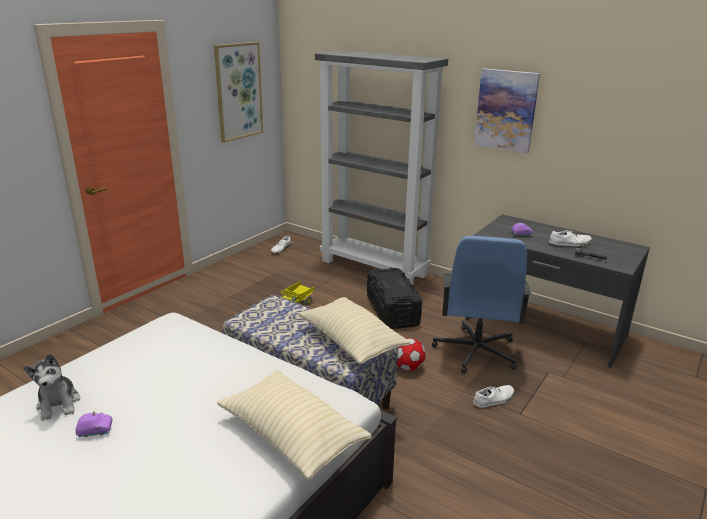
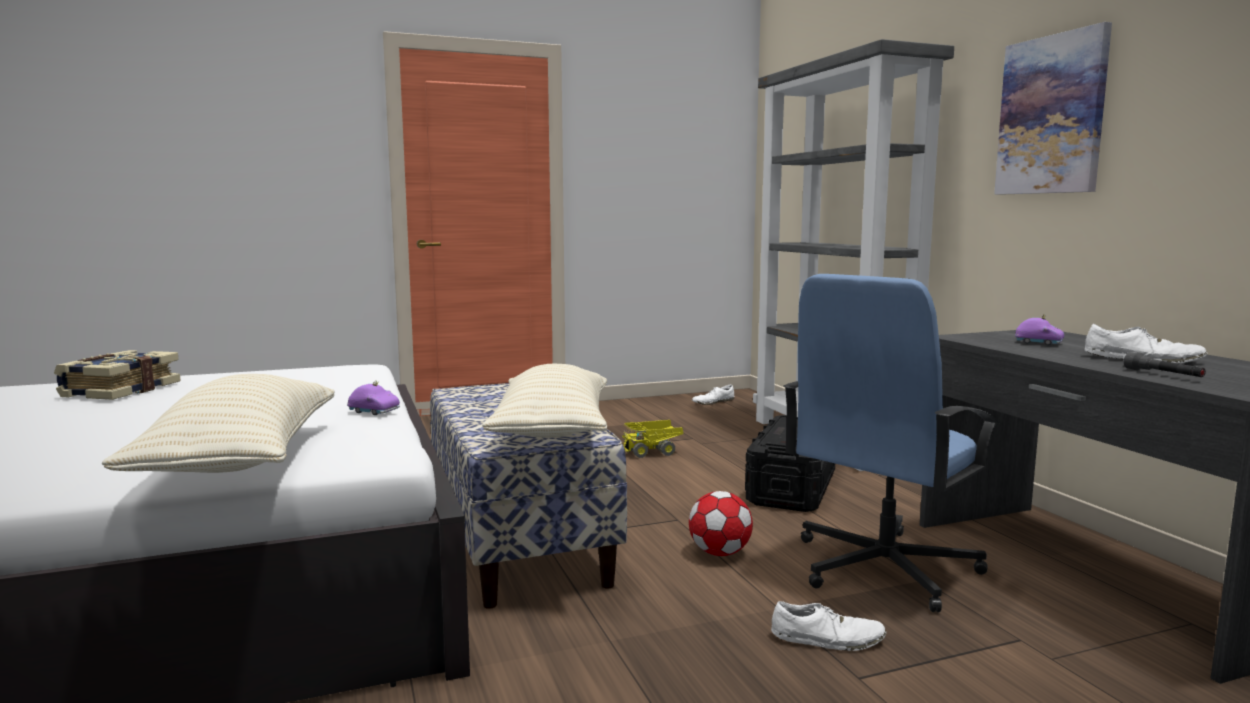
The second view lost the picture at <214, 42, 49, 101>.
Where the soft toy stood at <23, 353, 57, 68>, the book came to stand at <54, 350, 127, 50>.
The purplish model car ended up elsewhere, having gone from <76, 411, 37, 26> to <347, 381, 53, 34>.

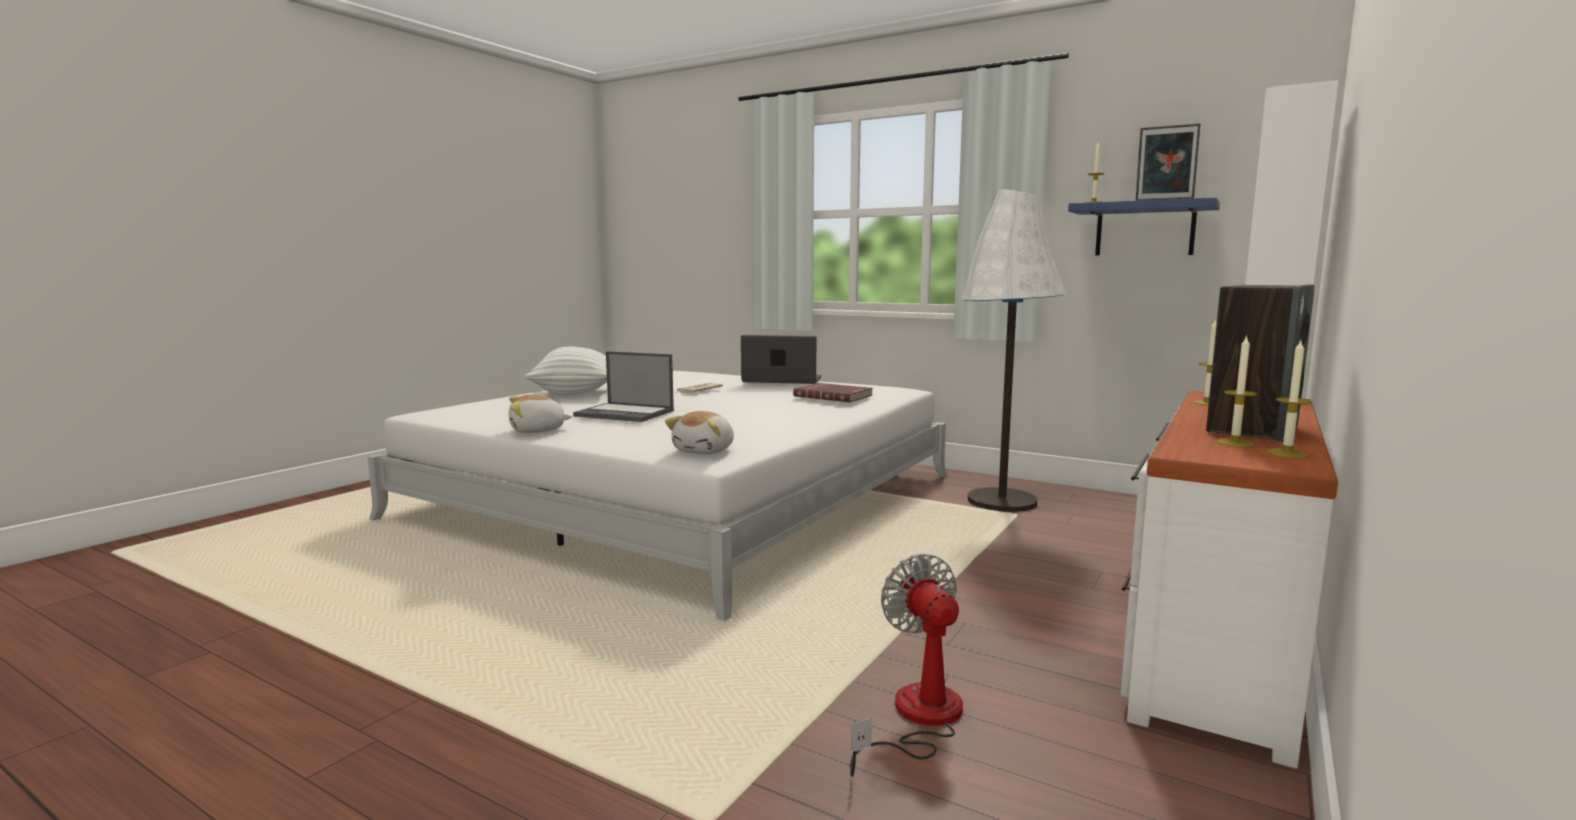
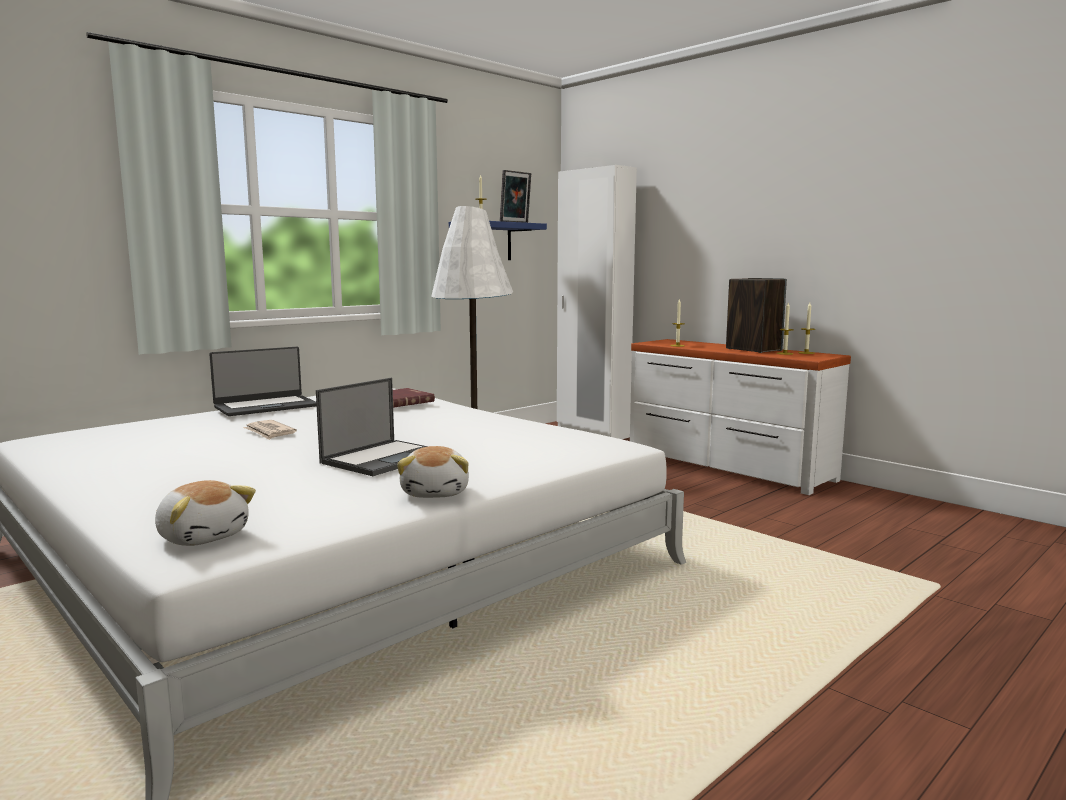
The laptop at <741, 335, 80, 49> ended up facing another way, 150 degrees counterclockwise from before.
The second view lost the cushion at <524, 347, 83, 49>.
The soft toy ended up elsewhere, having gone from <665, 411, 69, 43> to <155, 480, 101, 66>.
The second view lost the electric fan at <850, 553, 113, 224>.

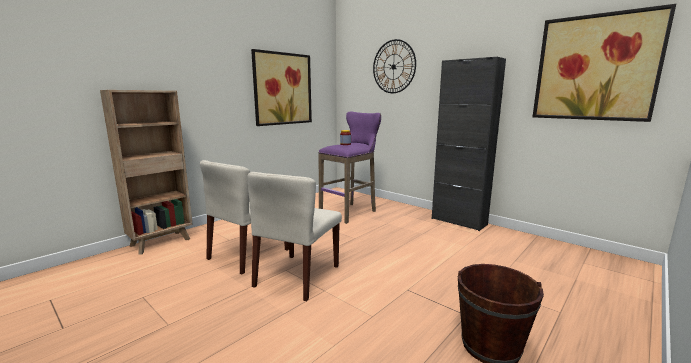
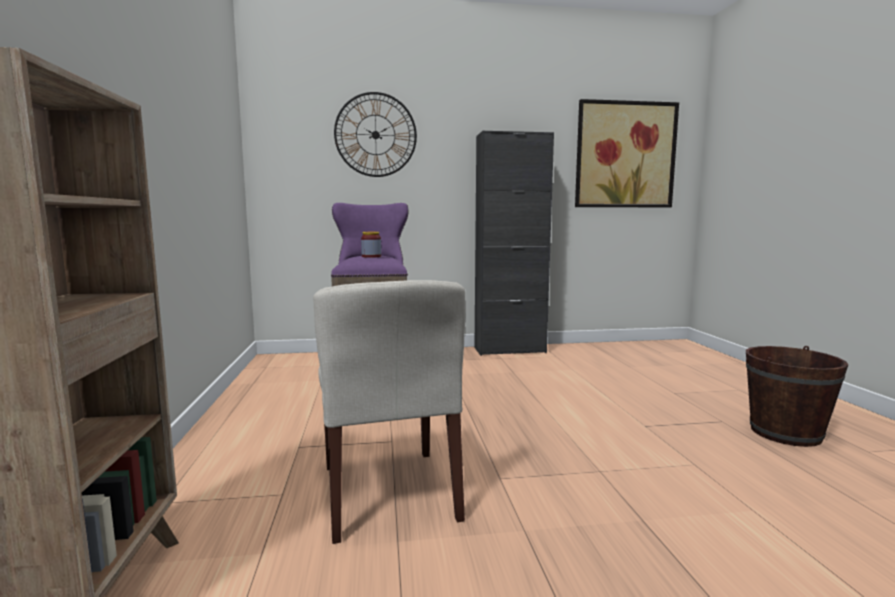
The second view lost the picture at <251, 49, 61, 77>.
The second view lost the sand-coloured chair at <247, 172, 95, 129>.

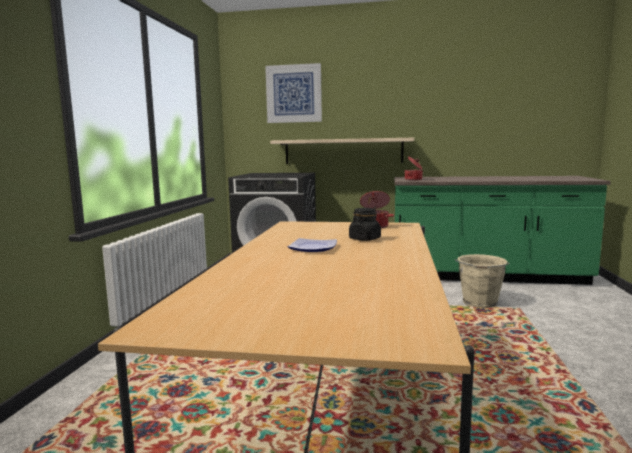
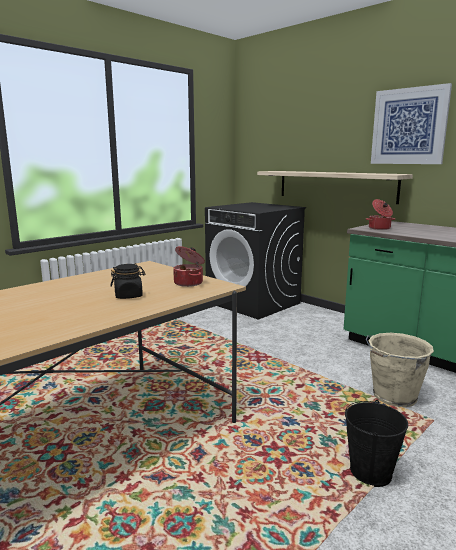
The picture ended up elsewhere, having gone from <265, 63, 57, 60> to <371, 83, 81, 81>.
The second view lost the plate at <288, 238, 49, 14>.
The second view gained the black-coloured water bucket at <345, 400, 63, 87>.

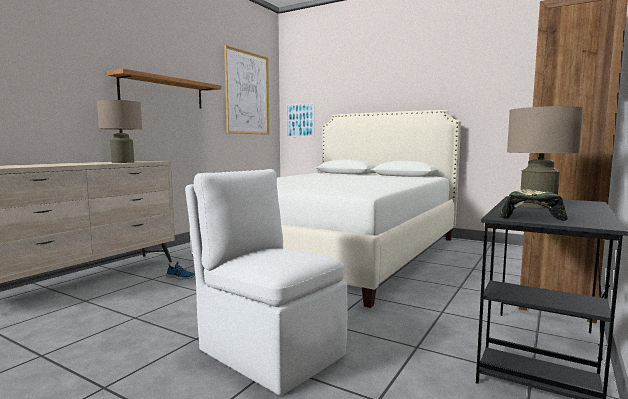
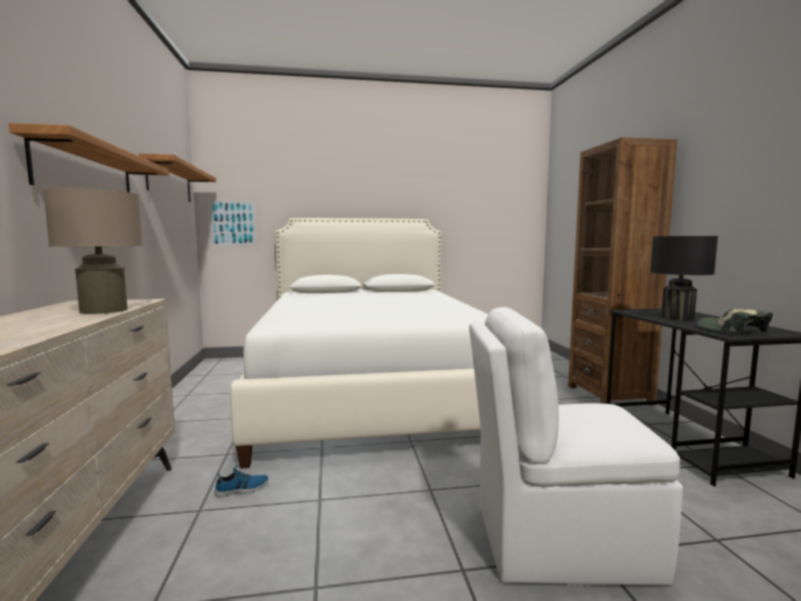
Where the picture hung at <224, 45, 45, 90>, the shelf came to hang at <139, 154, 77, 48>.
What was the sand-coloured tabletop lamp at <507, 106, 76, 102> turned into the black-coloured tabletop lamp at <650, 236, 68, 85>.

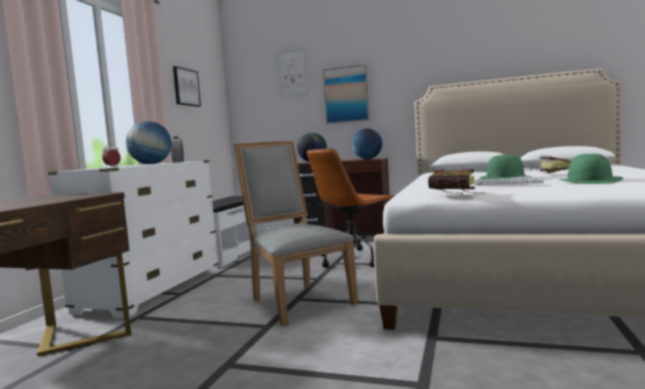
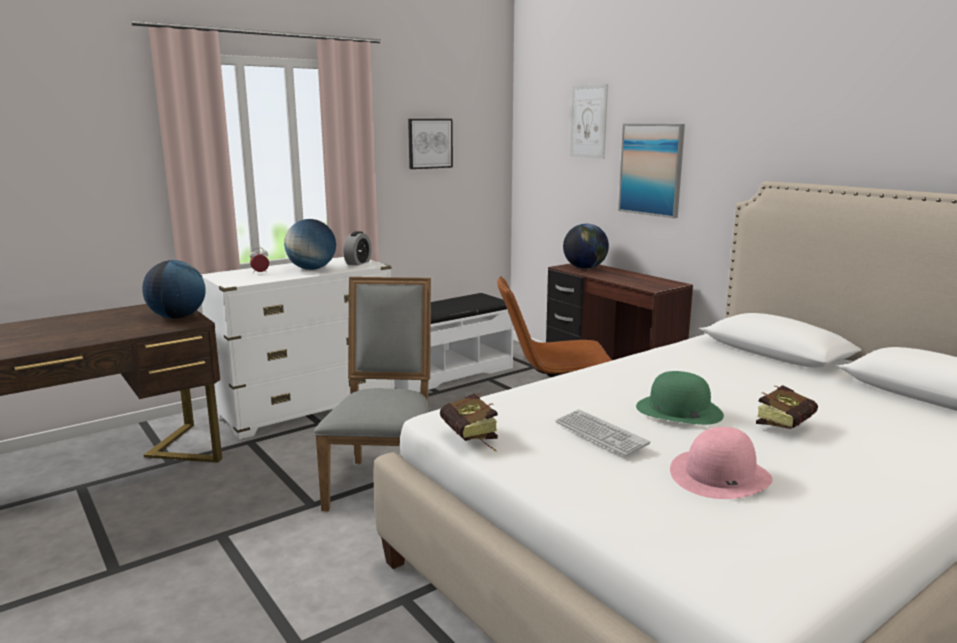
The globe ended up elsewhere, having gone from <352, 128, 30, 31> to <142, 260, 64, 59>.
What was the green clothing hat at <559, 154, 64, 30> turned into the pink-coloured clothing hat at <670, 427, 103, 72>.

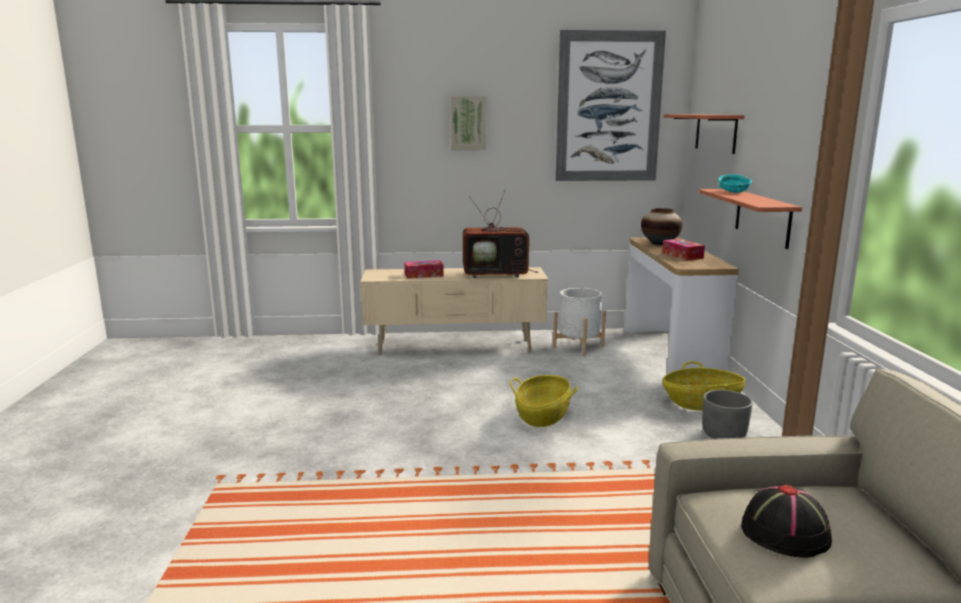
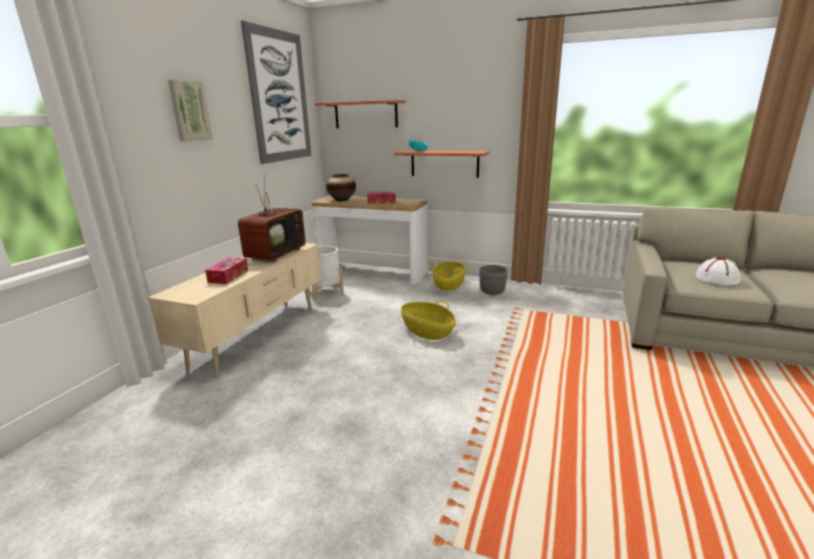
What was the black-coloured clothing hat at <741, 484, 91, 74> turned into the white-coloured clothing hat at <696, 257, 45, 28>.

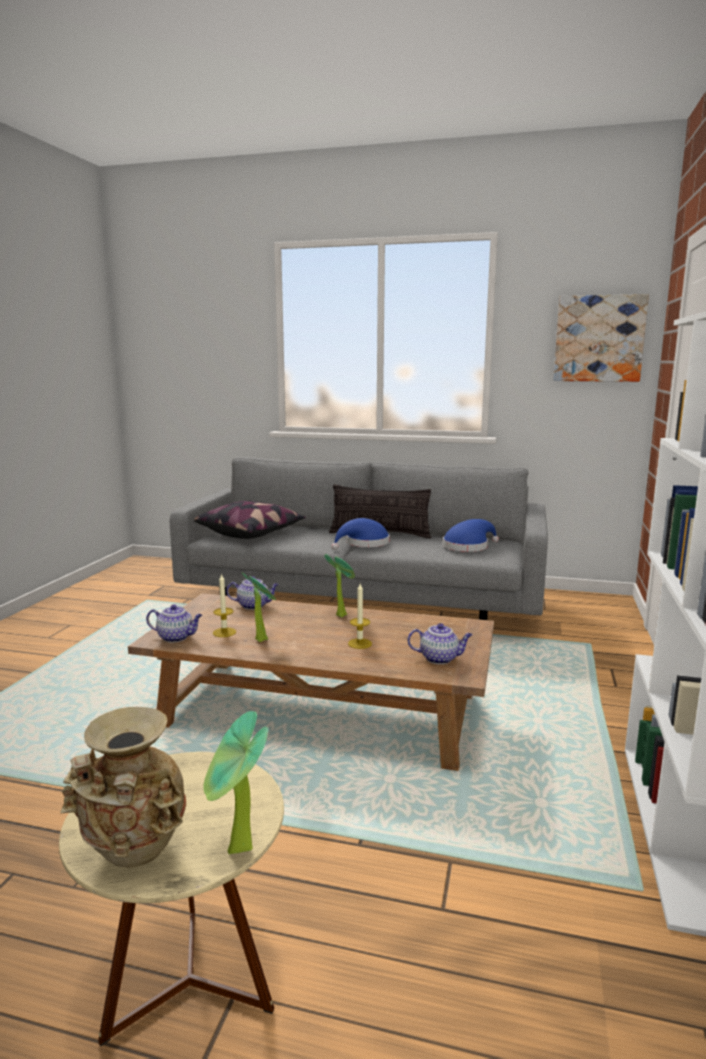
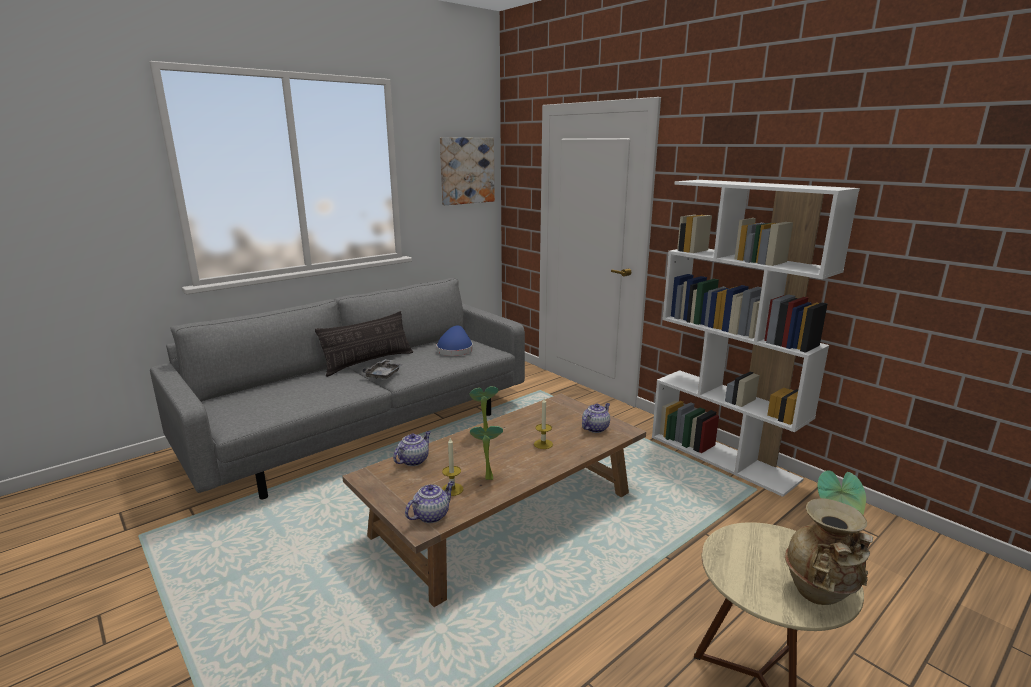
The second view lost the cushion at <194, 501, 112, 38>.
Where the bluish clothing hat stood at <332, 518, 57, 31>, the greyish carrying tray came to stand at <362, 359, 40, 20>.

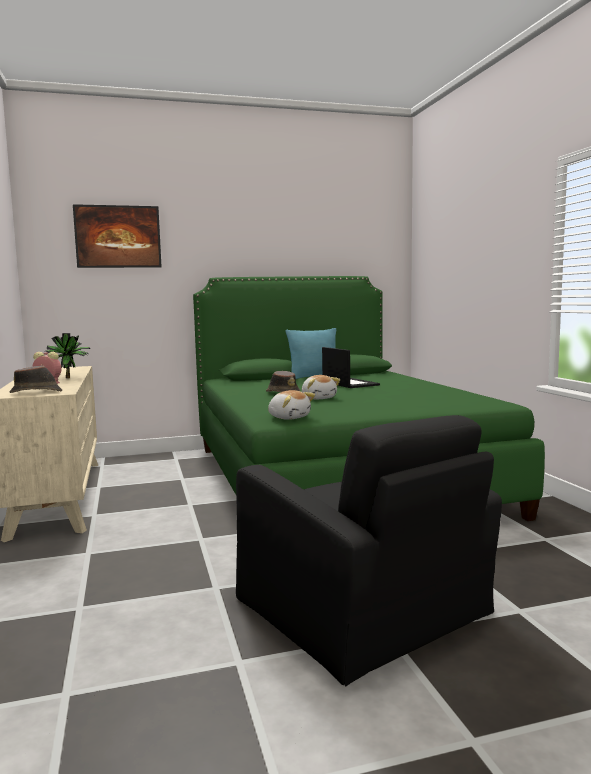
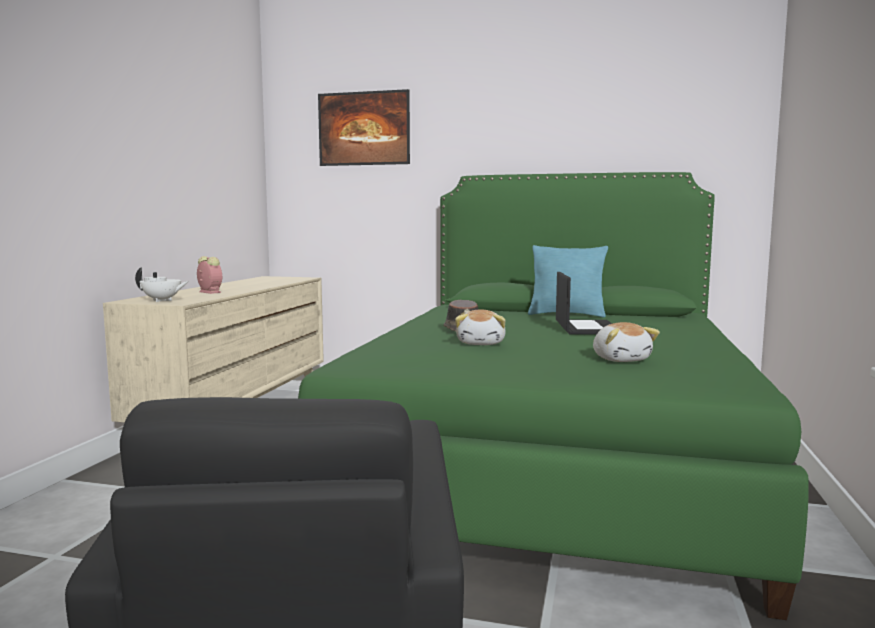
The second view lost the potted plant at <44, 333, 46, 45>.
Where the brown clothing hat stood at <9, 366, 53, 27>, the white-coloured teapot came to stand at <135, 267, 54, 35>.
The soft toy ended up elsewhere, having gone from <268, 390, 47, 30> to <593, 322, 67, 40>.

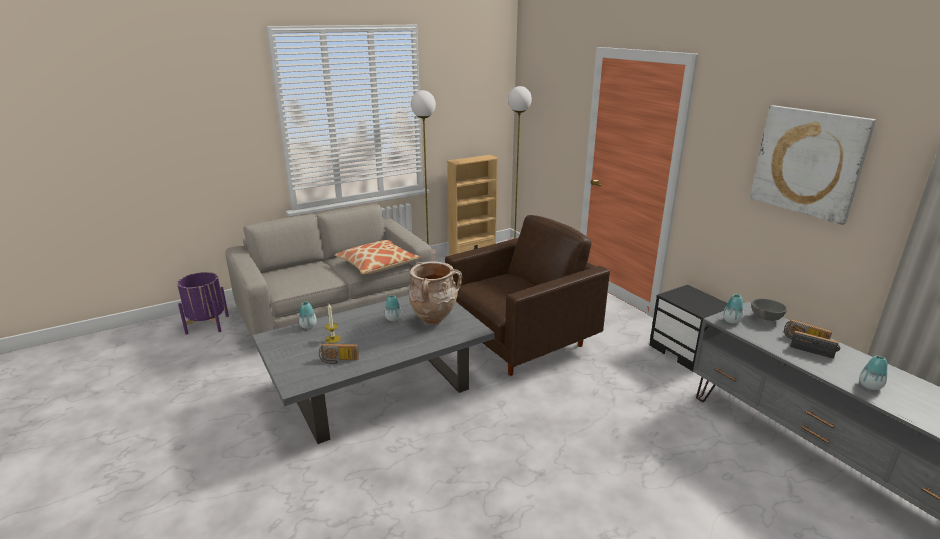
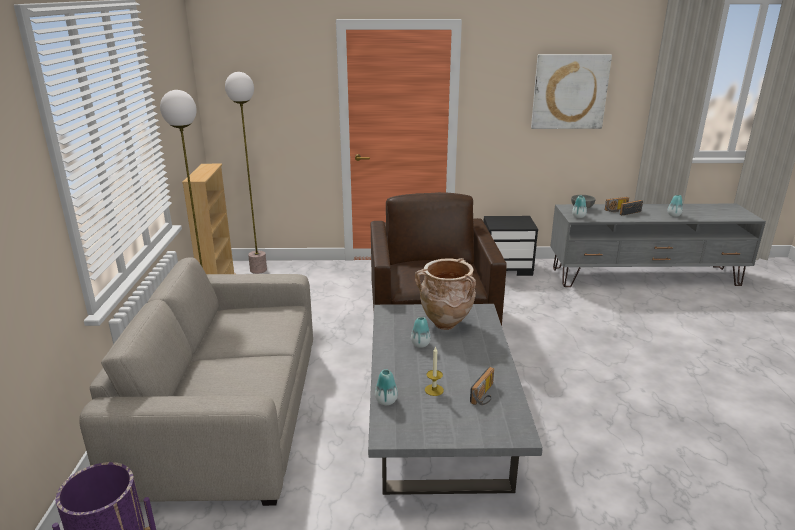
The second view lost the cushion at <335, 240, 85, 34>.

